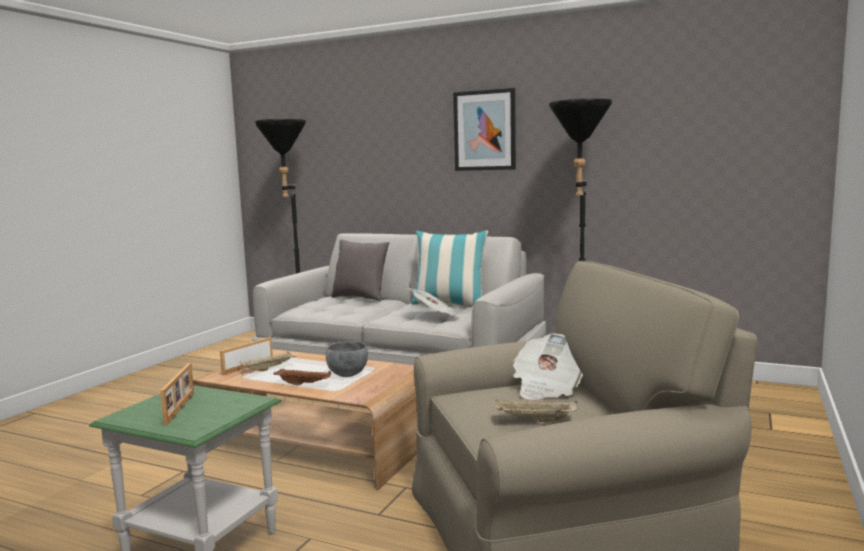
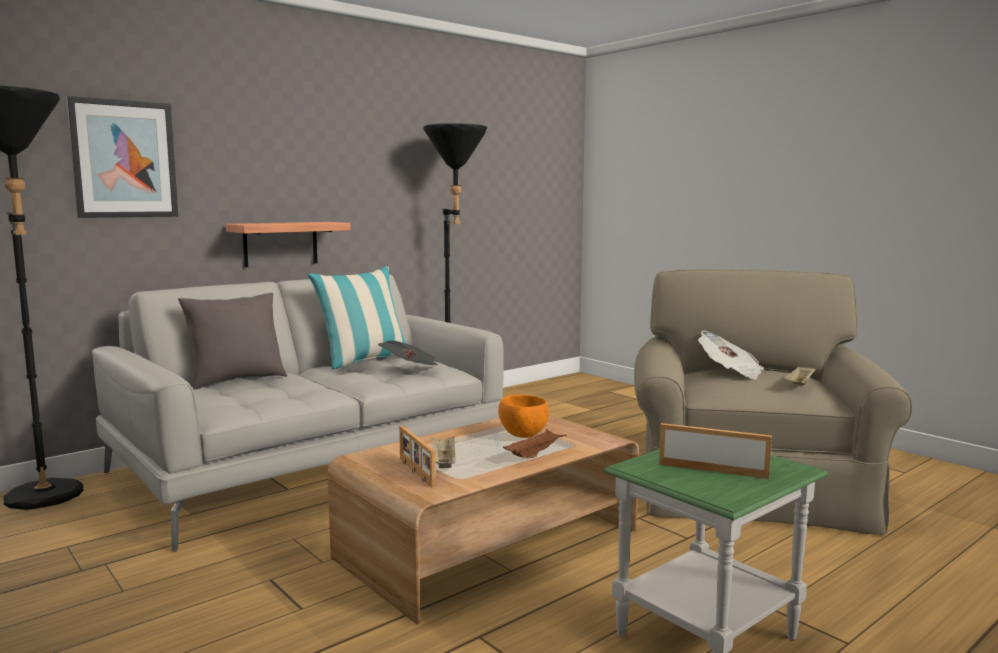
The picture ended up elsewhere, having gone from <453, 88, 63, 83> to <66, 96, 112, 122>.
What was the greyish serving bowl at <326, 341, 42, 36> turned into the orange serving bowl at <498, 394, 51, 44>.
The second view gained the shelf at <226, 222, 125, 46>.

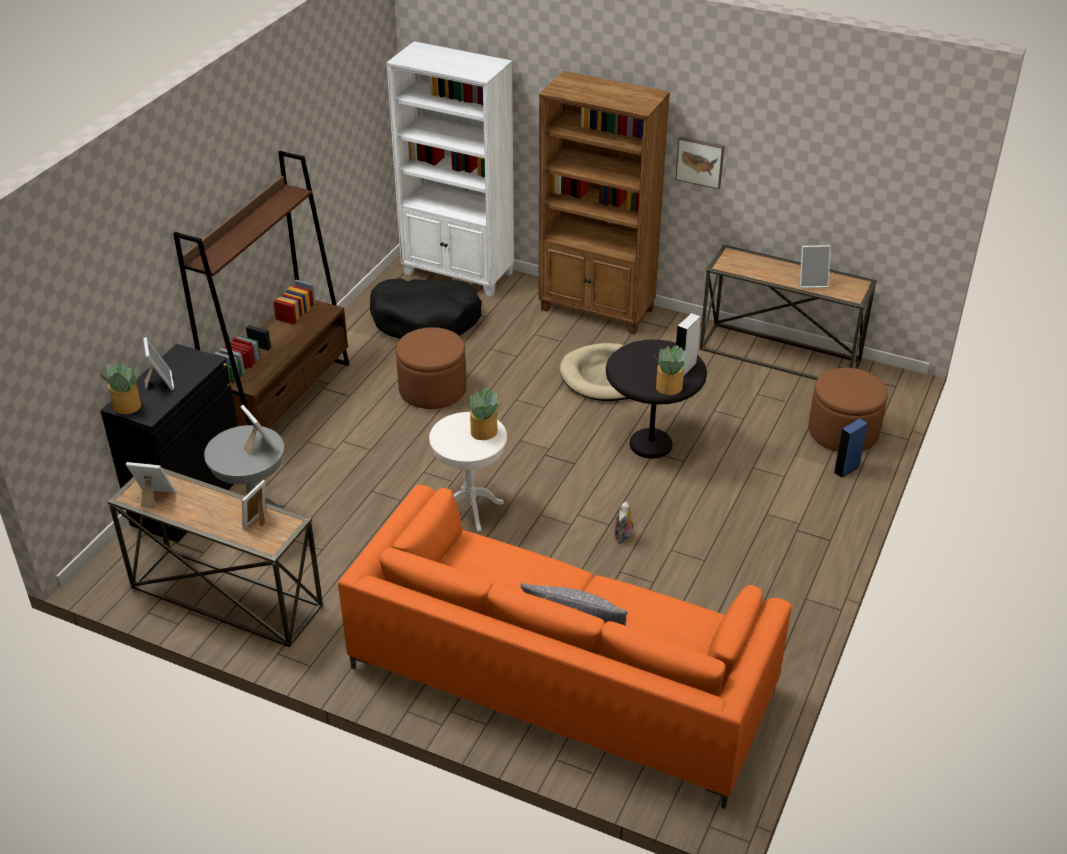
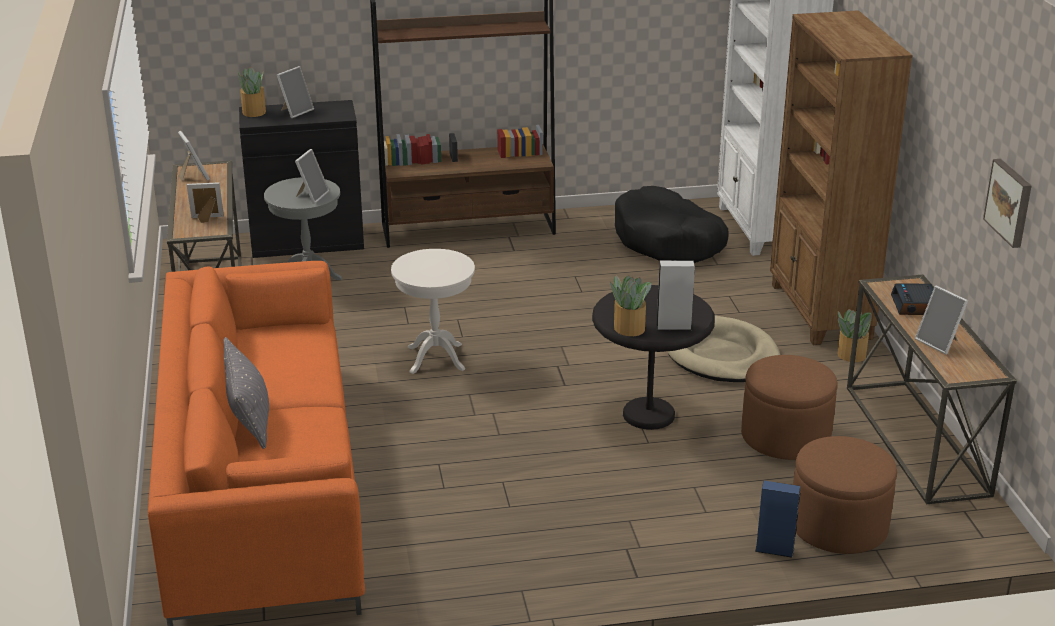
The picture ended up elsewhere, having gone from <675, 136, 49, 53> to <983, 159, 49, 89>.
The brown footrest ended up elsewhere, having gone from <396, 327, 71, 82> to <741, 355, 97, 105>.
The potted plant ended up elsewhere, having gone from <465, 388, 33, 52> to <837, 309, 35, 53>.
The second view lost the soft toy at <614, 501, 22, 43>.
The second view gained the alarm clock at <891, 283, 42, 32>.

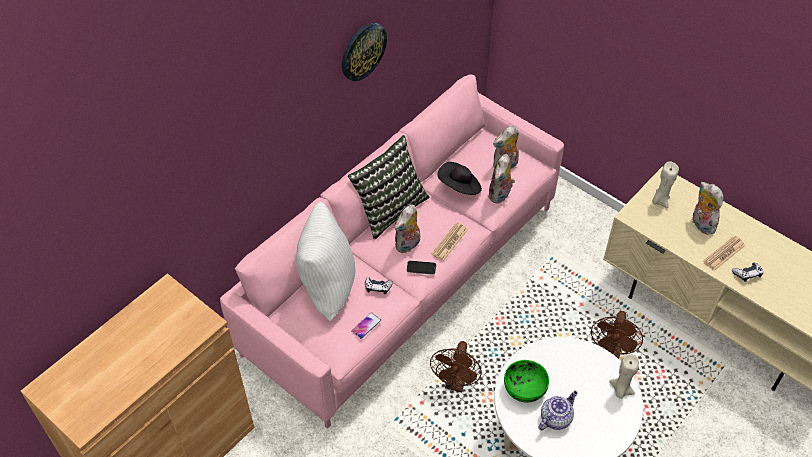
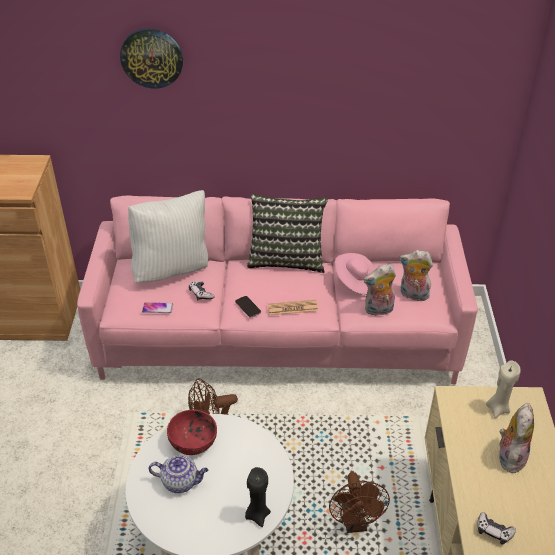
The hanging clock ended up elsewhere, having gone from <342, 23, 45, 58> to <120, 28, 63, 60>.
What was the black-coloured clothing hat at <437, 162, 45, 33> turned into the pink-coloured clothing hat at <335, 253, 40, 42>.
The second view lost the soft toy at <395, 205, 25, 48>.
The second view lost the printed paper at <703, 236, 42, 35>.
The brown electric fan at <591, 311, 52, 48> ended up facing another way, 75 degrees counterclockwise from before.
What was the sand-coloured wax candle at <609, 354, 30, 45> turned into the black-coloured wax candle at <245, 467, 26, 60>.
What was the green serving bowl at <504, 360, 45, 43> turned into the reddish serving bowl at <167, 410, 50, 45>.

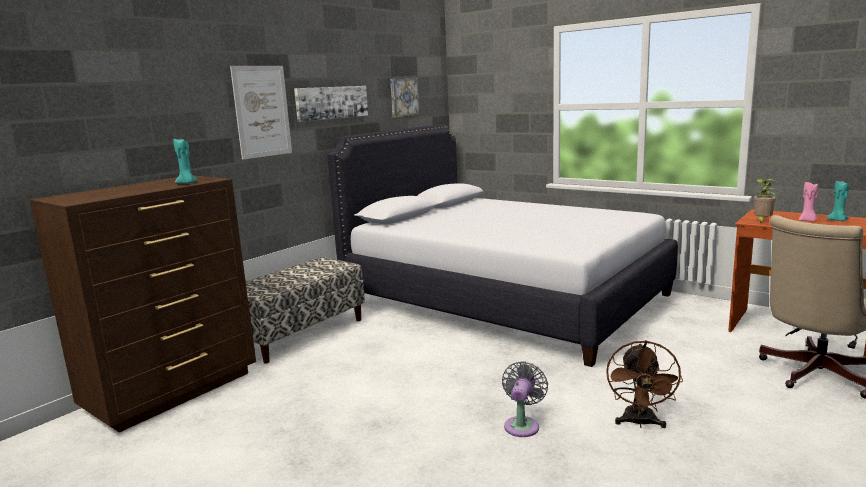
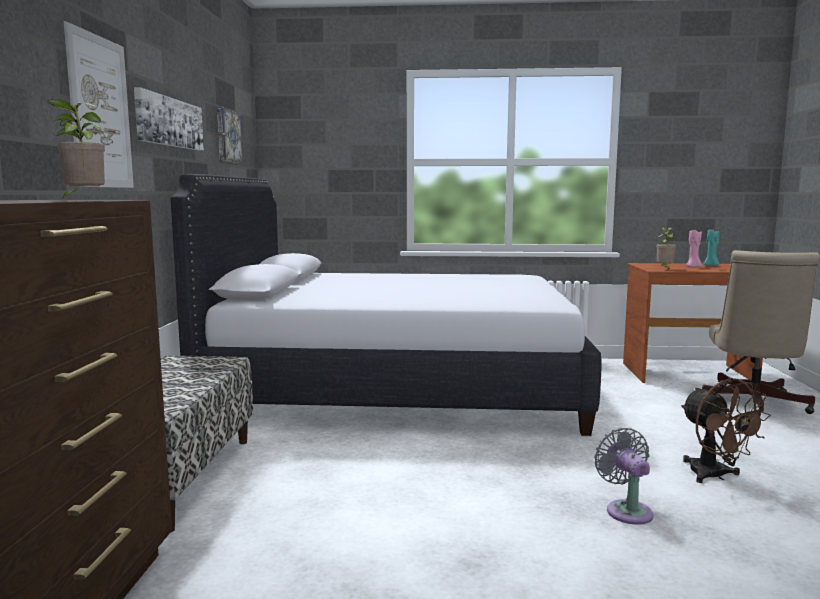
Where the blue-green wax candle stood at <173, 138, 25, 46>, the potted plant came to stand at <47, 99, 58, 100>.

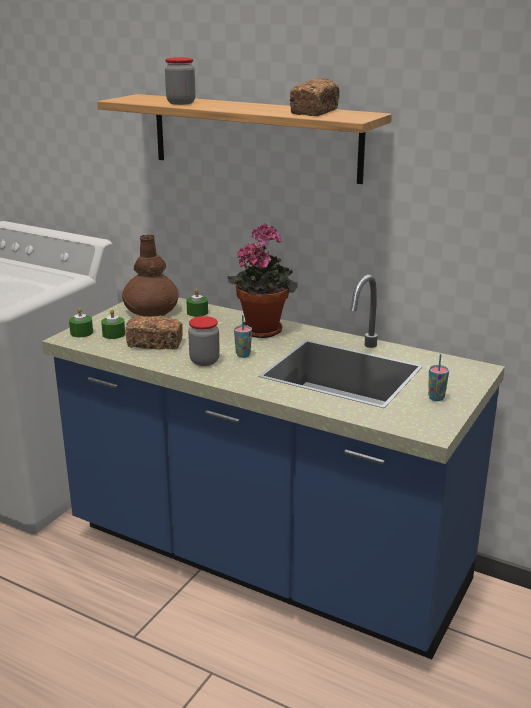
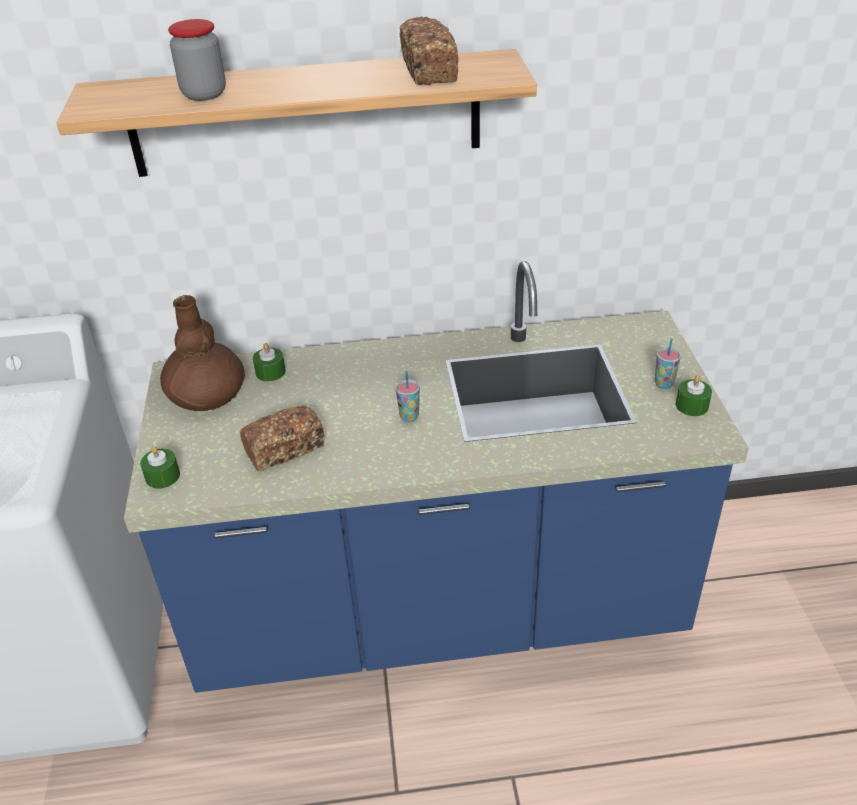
The second view lost the potted plant at <227, 223, 71, 115>.
The green wax candle ended up elsewhere, having gone from <101, 309, 24, 30> to <676, 375, 36, 41>.
The second view lost the jar at <188, 316, 32, 50>.

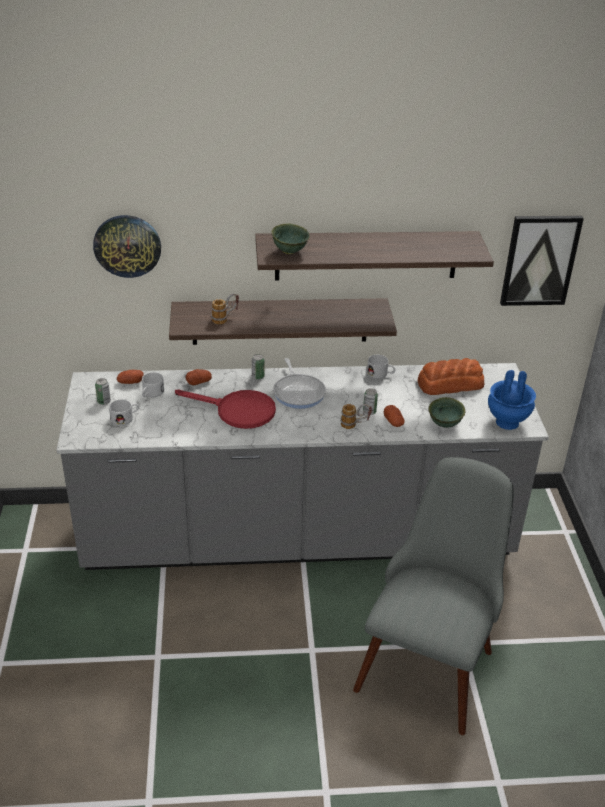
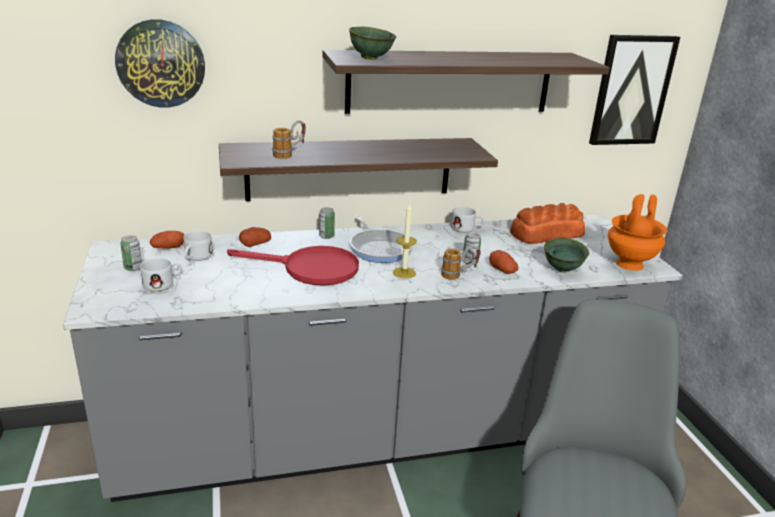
What was the bluish flower vase at <488, 370, 48, 60> turned into the orange flower vase at <608, 194, 59, 77>.
The second view gained the wax candle at <393, 203, 24, 76>.

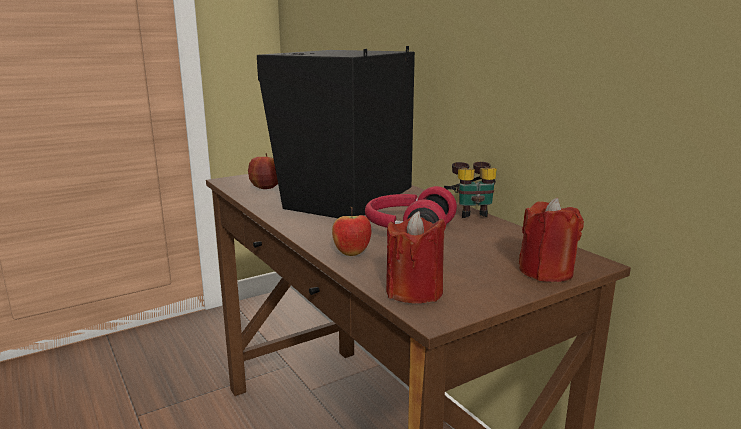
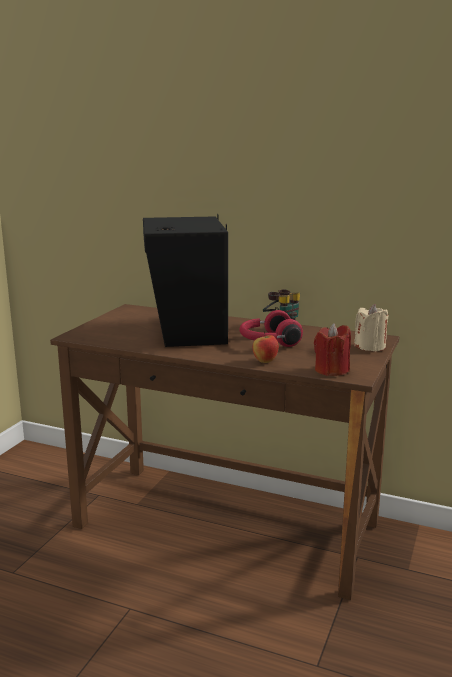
The second view lost the apple fruit at <248, 153, 30, 36>.
What was the reddish wax candle at <519, 198, 65, 84> turned into the sand-coloured wax candle at <354, 304, 34, 48>.

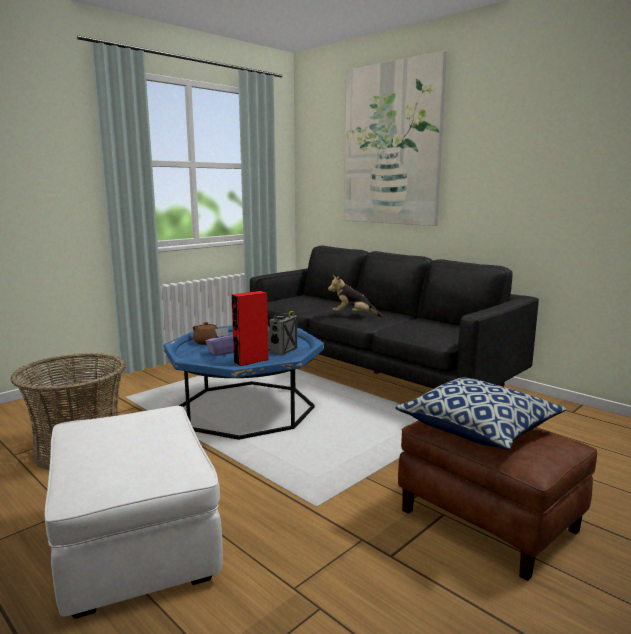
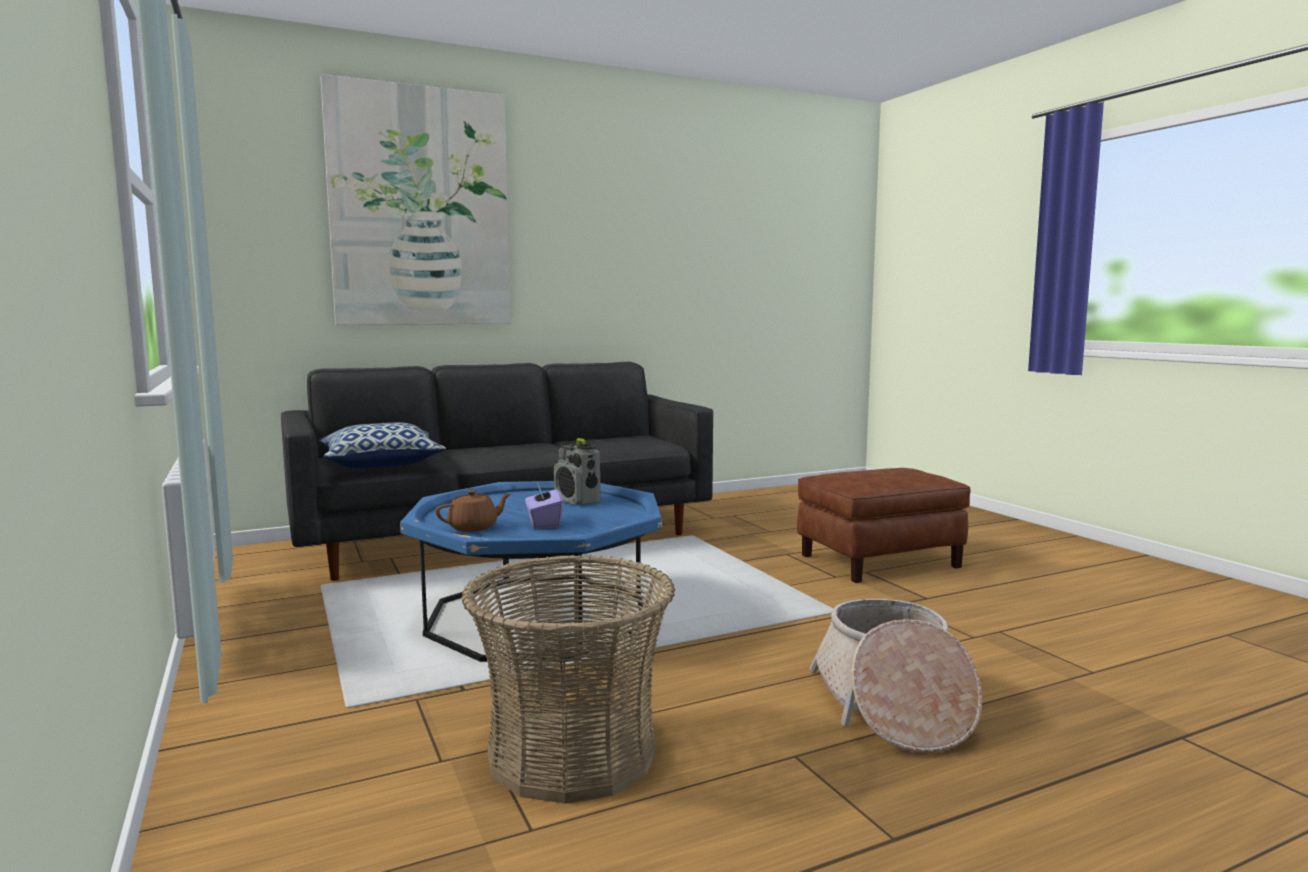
The second view lost the soft toy at <328, 275, 55, 42>.
The second view lost the reddish audio speaker at <231, 291, 38, 75>.
The cushion ended up elsewhere, having gone from <395, 377, 171, 73> to <319, 422, 127, 47>.
Where the white-coloured footrest stood at <45, 406, 178, 213>, the storage basket came to stand at <809, 599, 173, 154>.

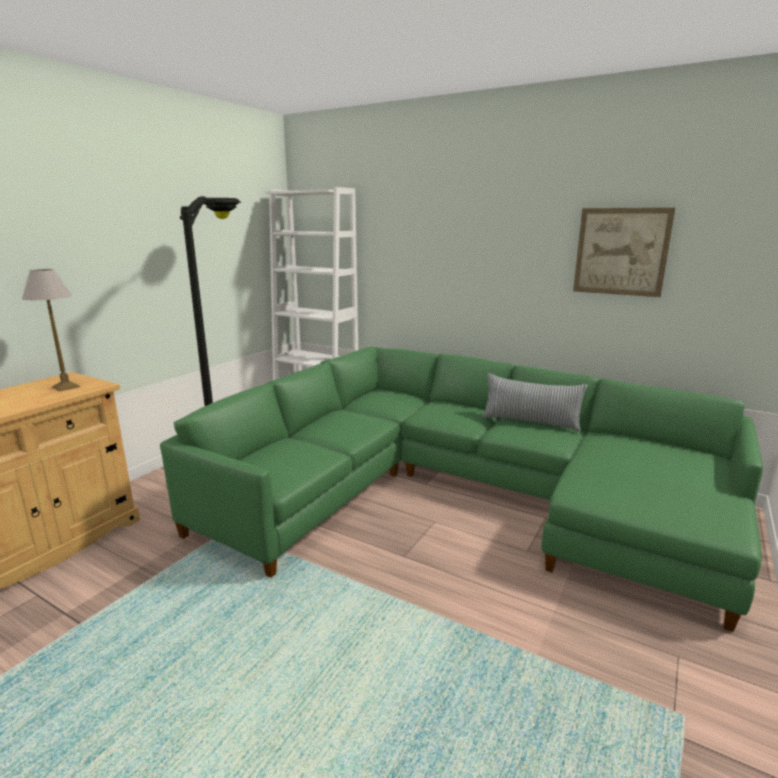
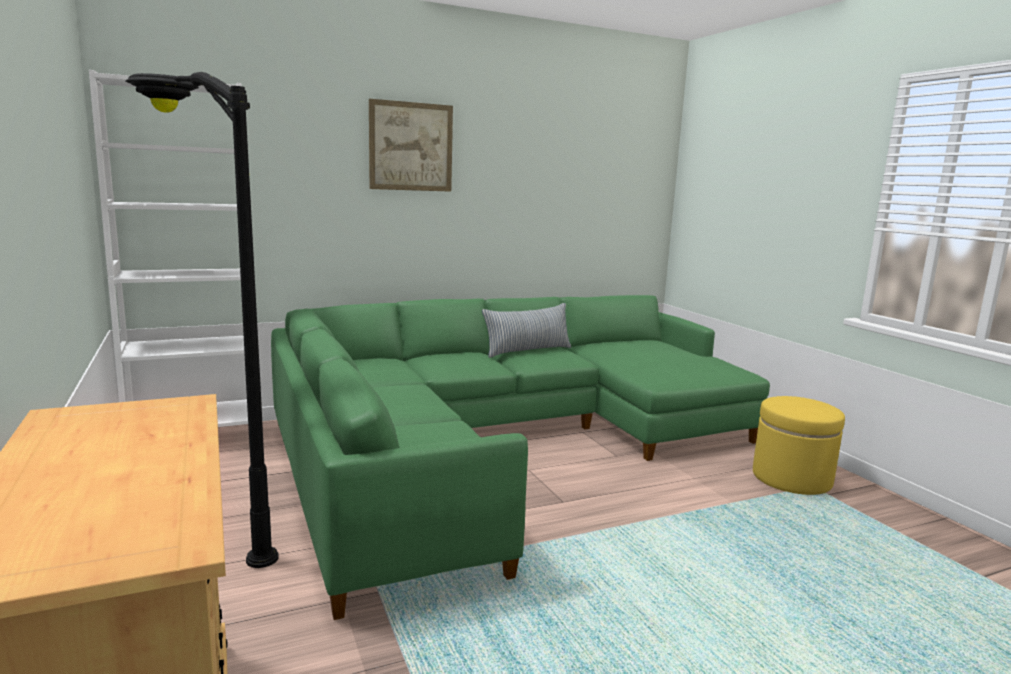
The picture ended up elsewhere, having gone from <573, 208, 102, 89> to <369, 99, 84, 93>.
The second view lost the tabletop lamp at <22, 269, 58, 123>.
The second view gained the yellow-coloured footrest at <753, 396, 92, 99>.

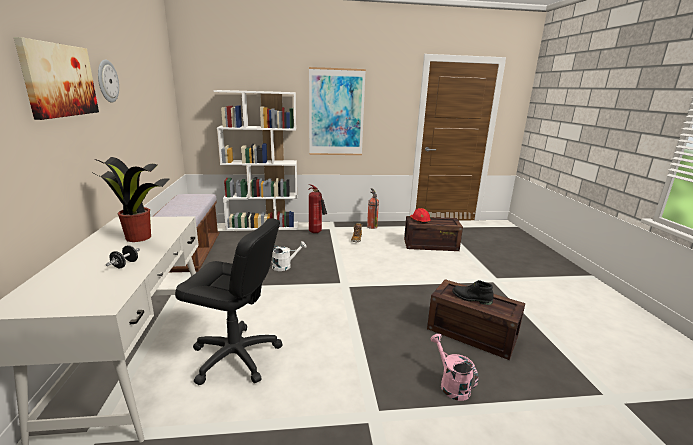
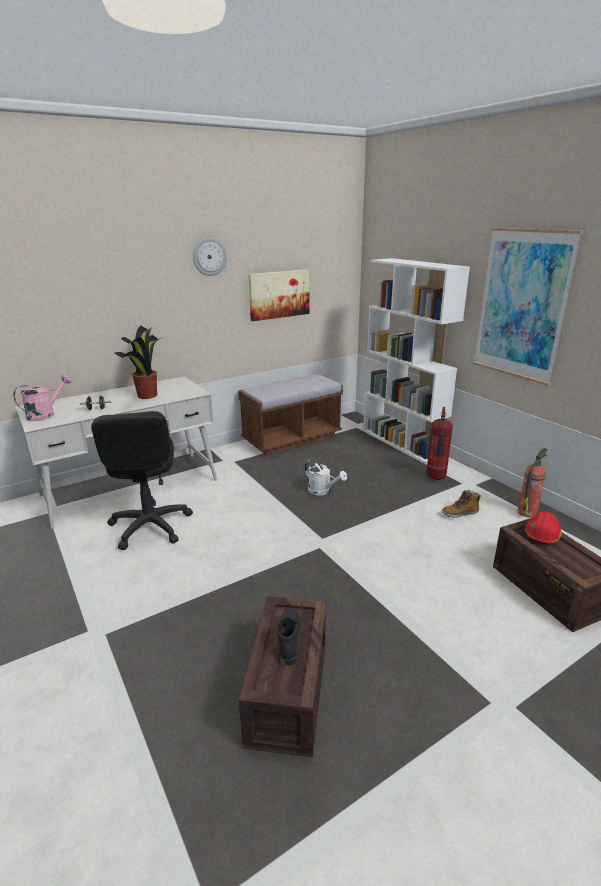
The picture ended up elsewhere, having gone from <14, 37, 85, 83> to <248, 269, 61, 52>.
The pink-coloured sprinkling can ended up elsewhere, having gone from <430, 334, 48, 67> to <13, 375, 59, 46>.

